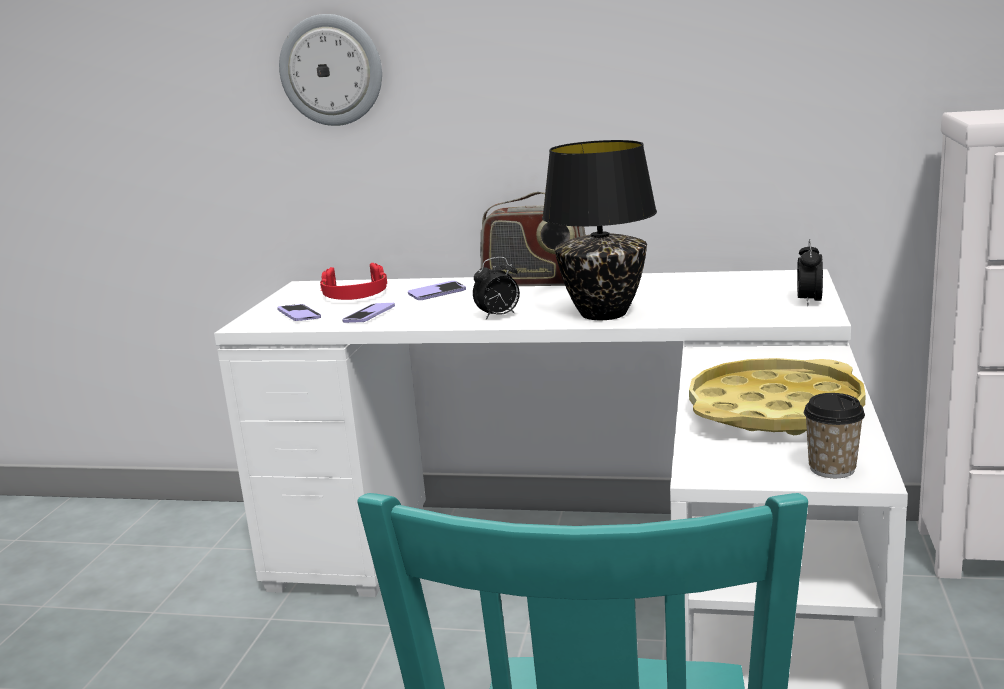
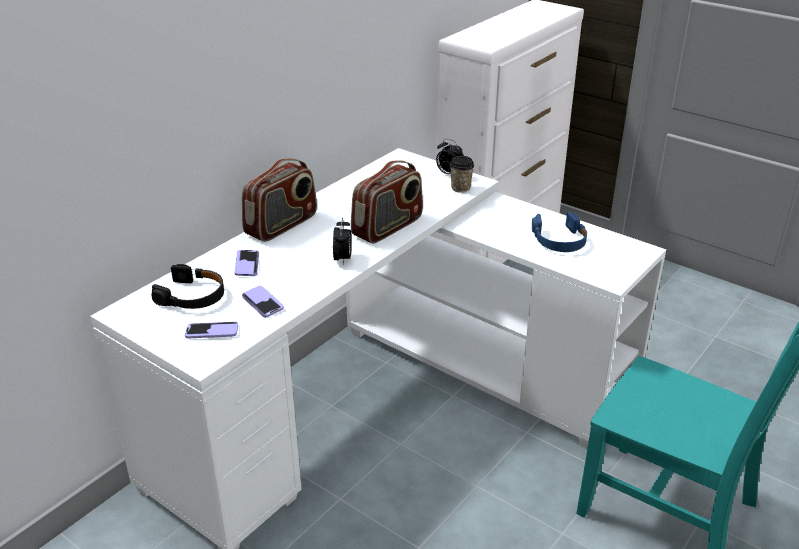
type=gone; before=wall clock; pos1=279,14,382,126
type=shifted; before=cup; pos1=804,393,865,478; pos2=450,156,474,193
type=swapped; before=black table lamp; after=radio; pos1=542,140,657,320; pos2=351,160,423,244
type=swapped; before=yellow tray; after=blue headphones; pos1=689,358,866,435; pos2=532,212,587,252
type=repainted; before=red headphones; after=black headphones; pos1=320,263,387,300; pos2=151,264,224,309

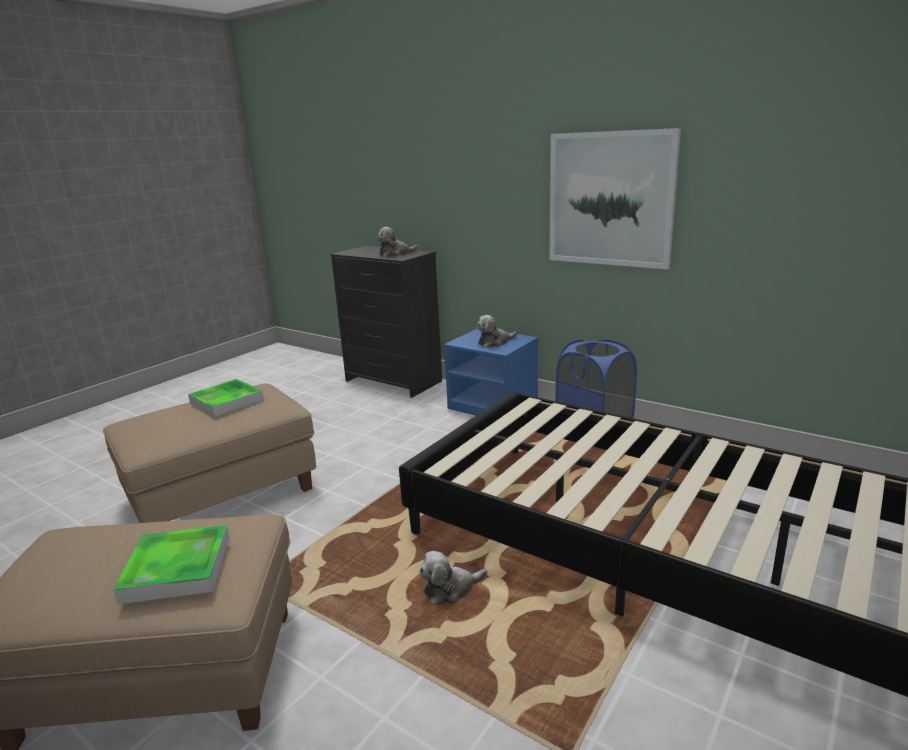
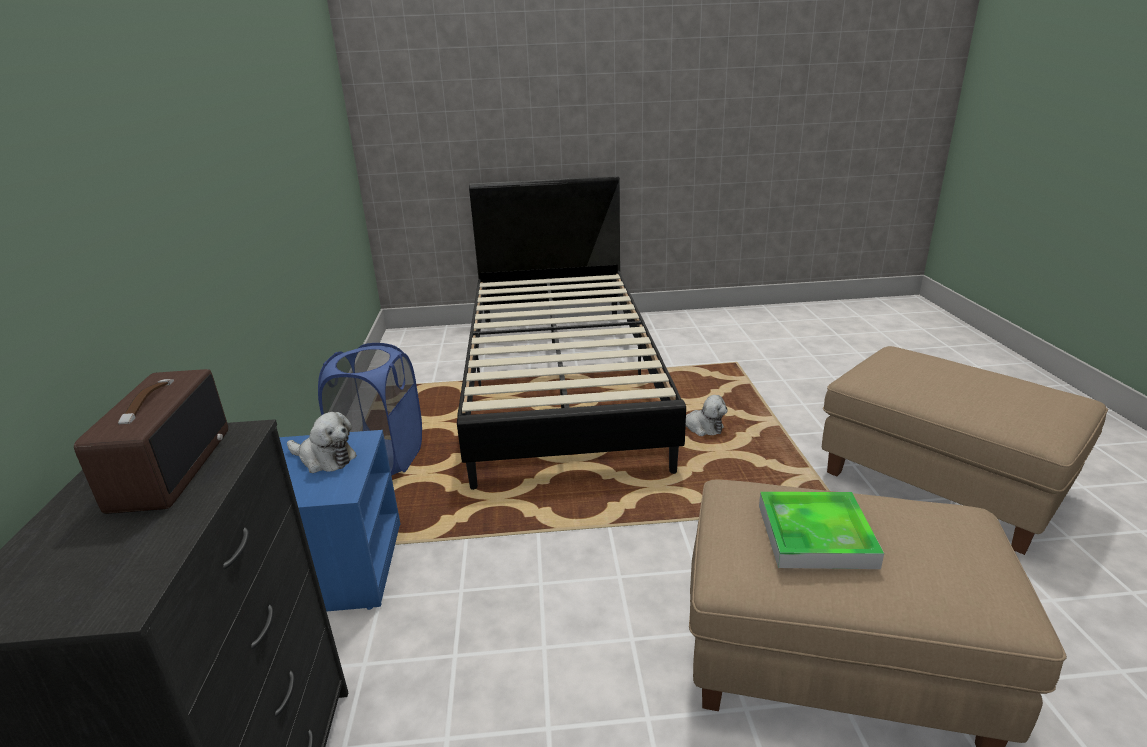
type=gone; before=tray; pos1=113,525,230,604
type=gone; before=picture; pos1=550,128,681,269
type=swapped; before=plush toy; after=radio; pos1=376,227,418,257; pos2=74,369,228,514

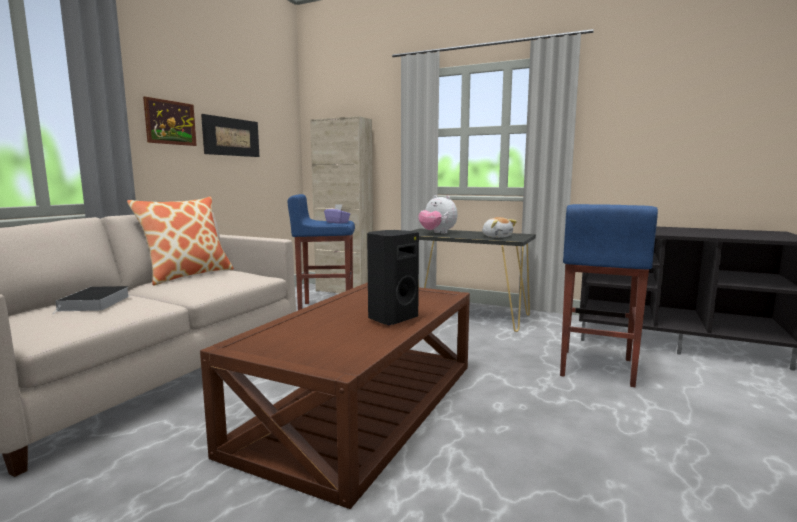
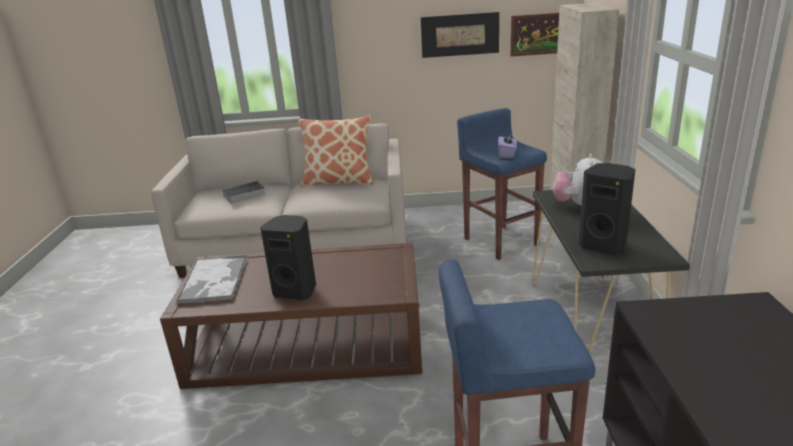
type=new; after=tray; pos2=176,255,248,304
type=shifted; before=picture; pos1=143,96,197,146; pos2=510,13,559,57
type=swapped; before=plush toy; after=black speaker; pos1=482,217,517,238; pos2=579,163,635,256

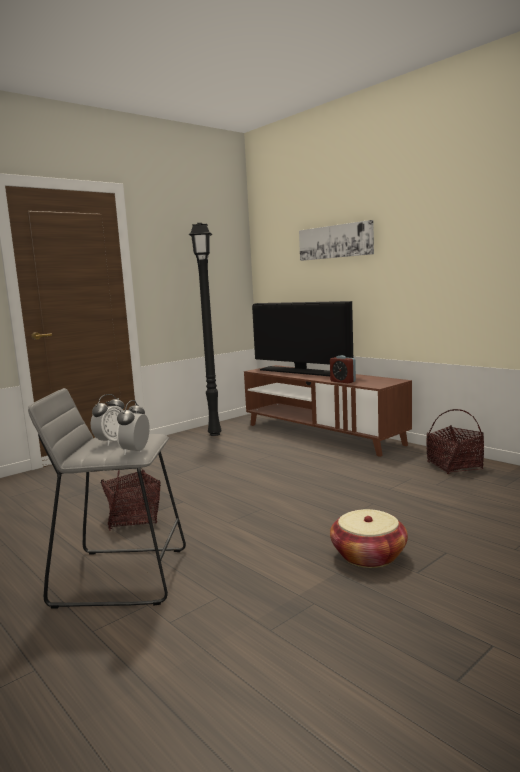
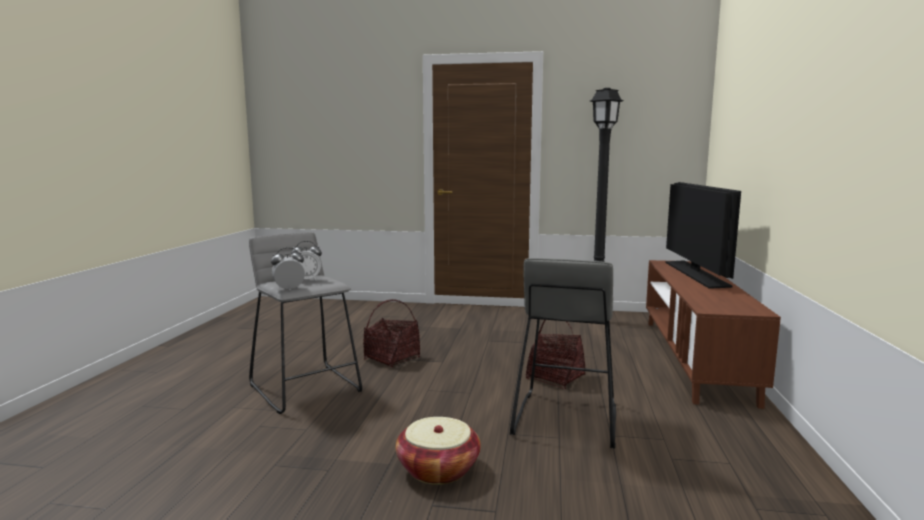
type=gone; before=picture; pos1=299,220,374,261
type=gone; before=alarm clock; pos1=330,355,356,383
type=new; after=grey stool; pos2=510,258,616,449
type=shifted; before=basket; pos1=426,409,484,474; pos2=526,320,585,389

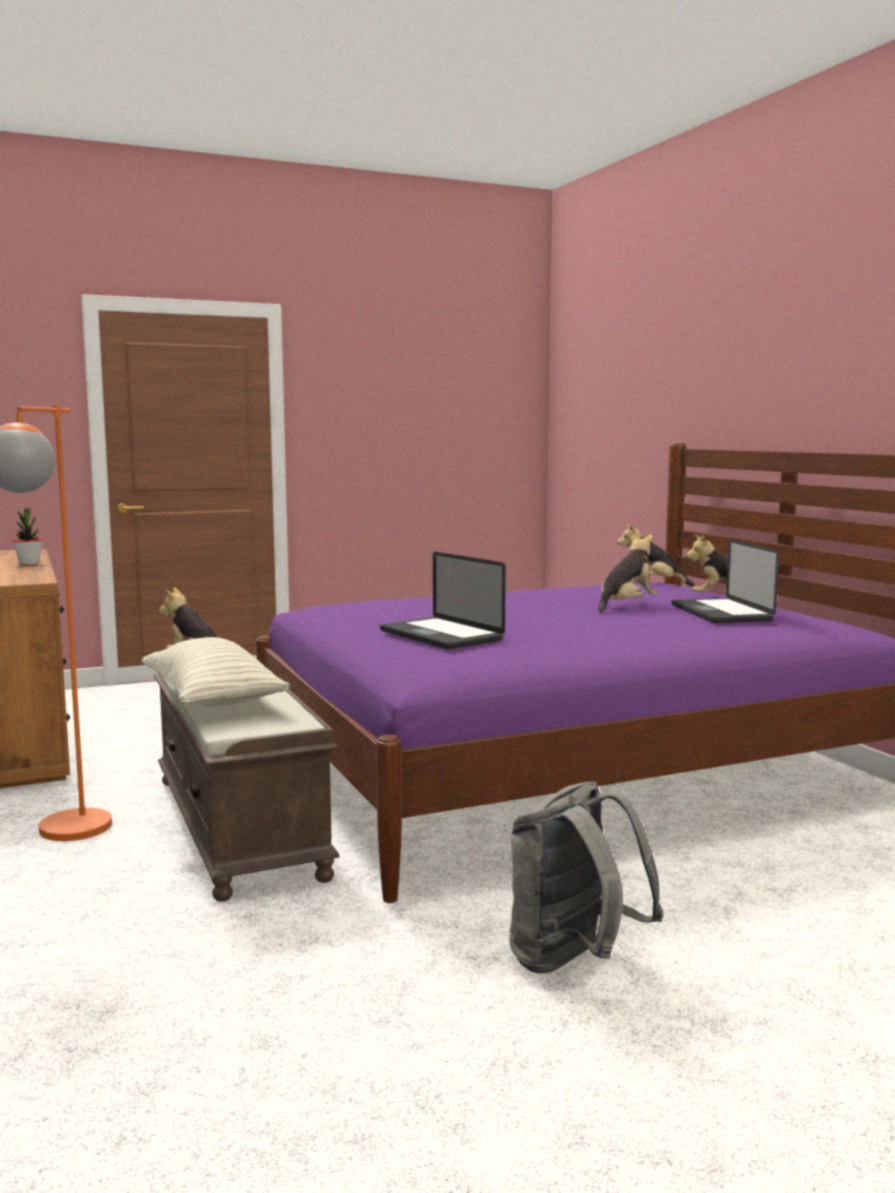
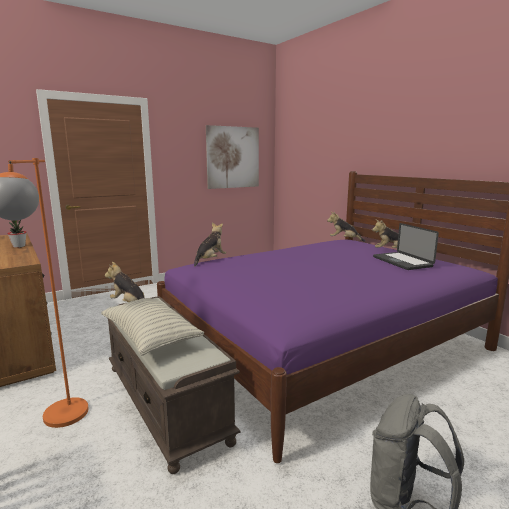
type=gone; before=laptop; pos1=380,552,506,649
type=new; after=picture; pos2=206,125,259,189
type=shifted; before=plush toy; pos1=598,532,657,613; pos2=194,223,226,267

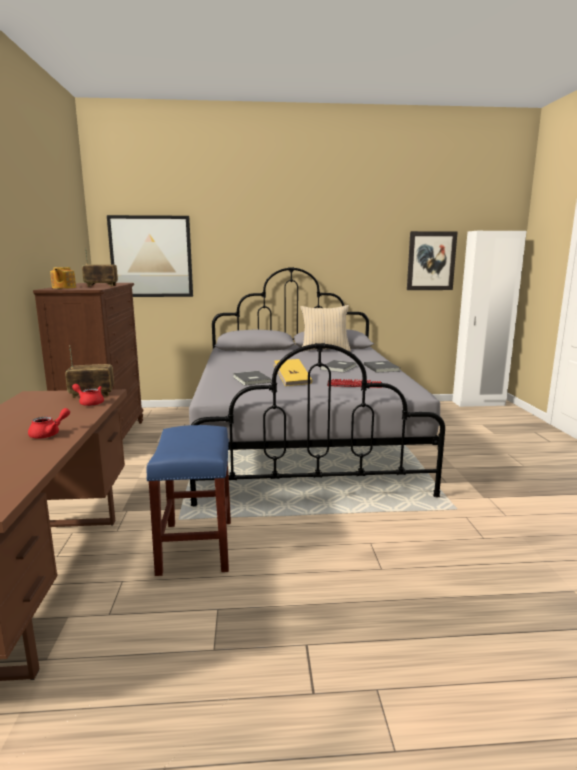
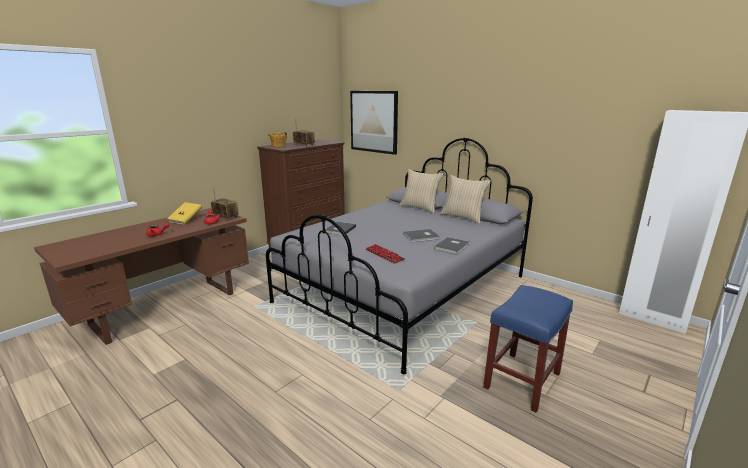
type=gone; before=picture; pos1=407,231,458,290
type=new; after=beige pillow; pos2=399,169,444,214
type=shifted; before=blue stool; pos1=146,425,231,576; pos2=483,285,573,413
type=shifted; before=yellow book; pos1=274,359,312,386; pos2=167,202,202,225

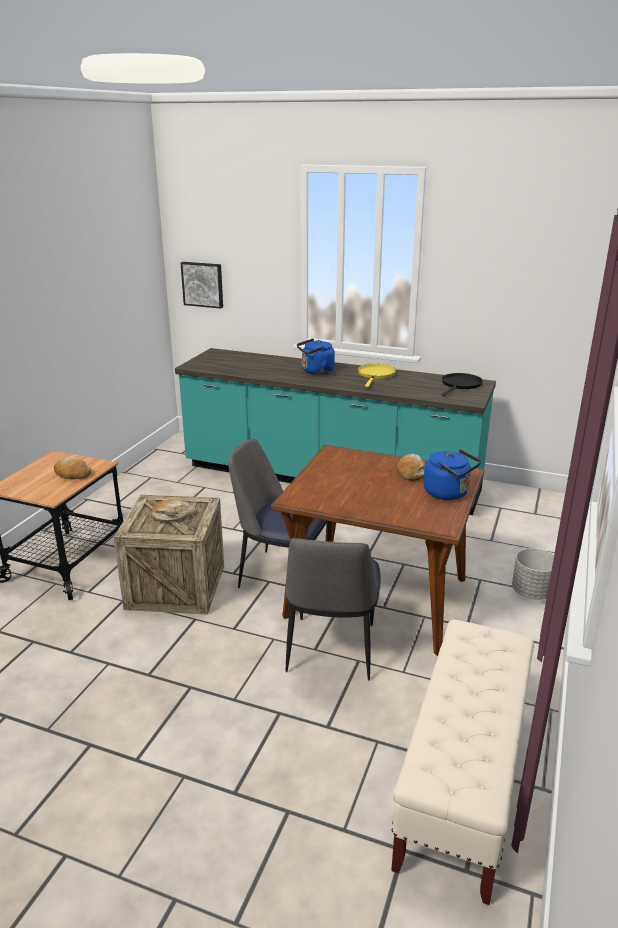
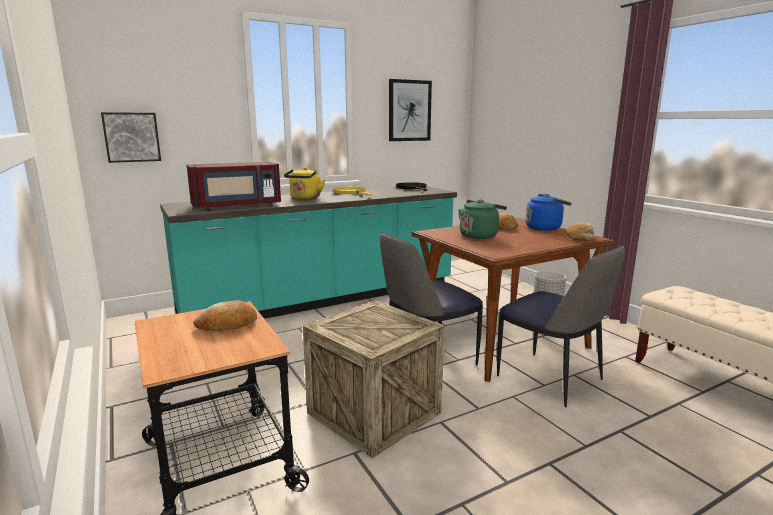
type=new; after=red microwave; pos2=187,162,281,210
type=new; after=picture; pos2=389,79,432,141
type=new; after=green kettle; pos2=458,199,507,239
type=shifted; before=bread; pos1=151,499,196,522; pos2=566,222,595,241
type=repainted; before=blue kettle; after=yellow kettle; pos1=297,339,335,375; pos2=284,168,325,199

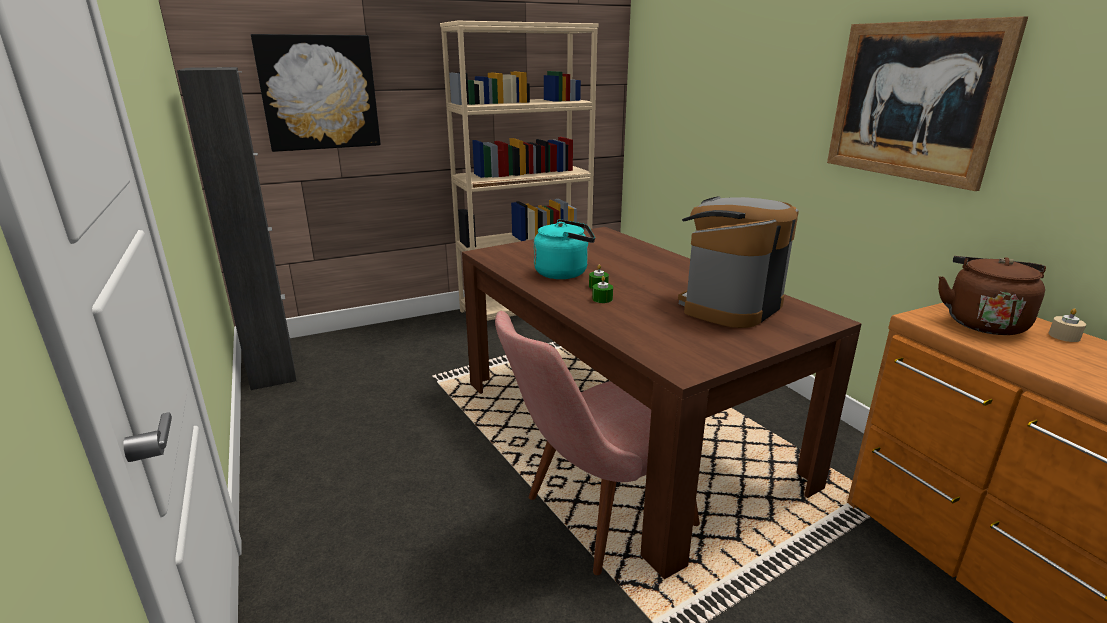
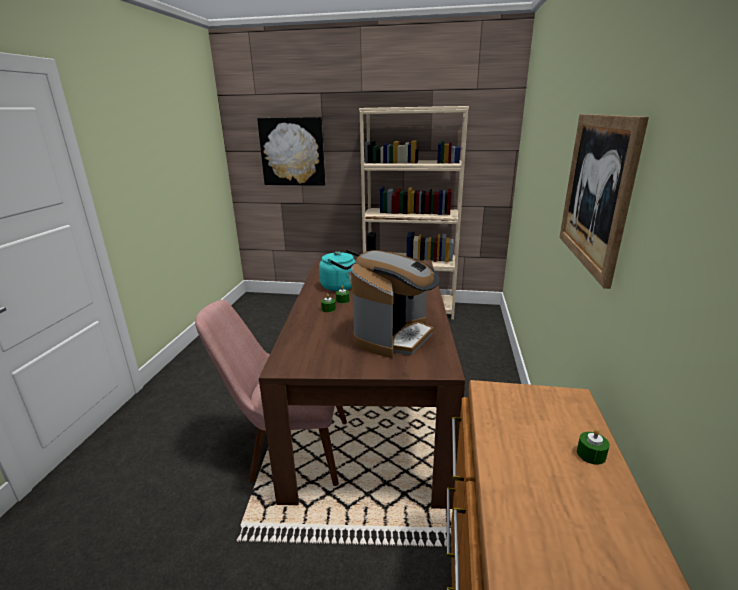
type=gone; before=black cabinet; pos1=177,67,296,390
type=gone; before=brown kettle; pos1=938,256,1046,335
type=repainted; before=beige candle; after=green candle; pos1=1049,308,1086,342; pos2=577,429,610,465
type=rotated; before=coffee machine; pos1=678,196,799,328; pos2=351,250,440,358; turn=135

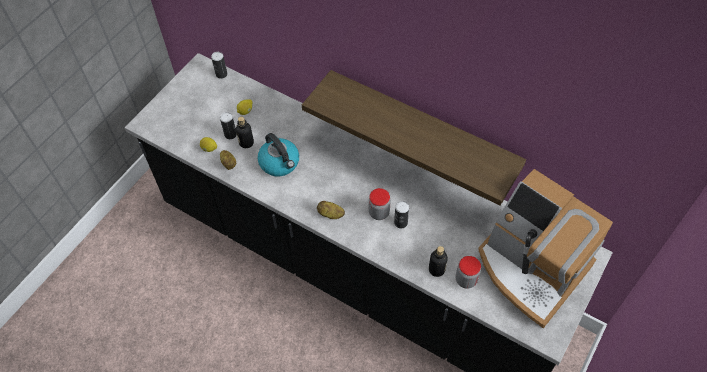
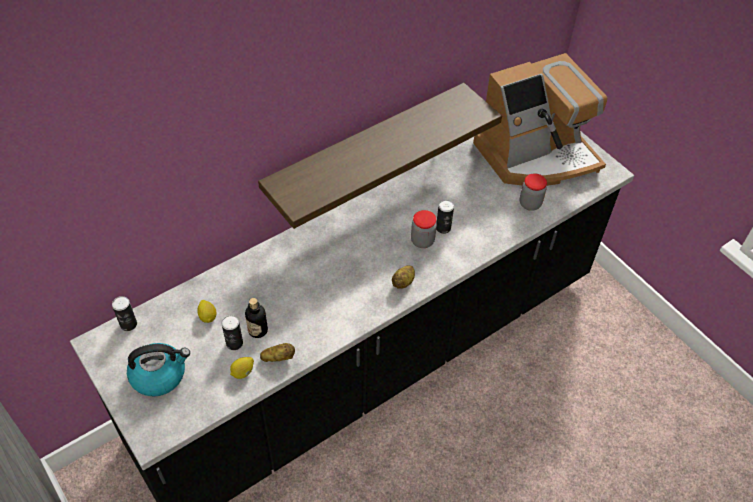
type=gone; before=bottle; pos1=429,246,448,277
type=shifted; before=kettle; pos1=258,133,299,176; pos2=127,343,190,397

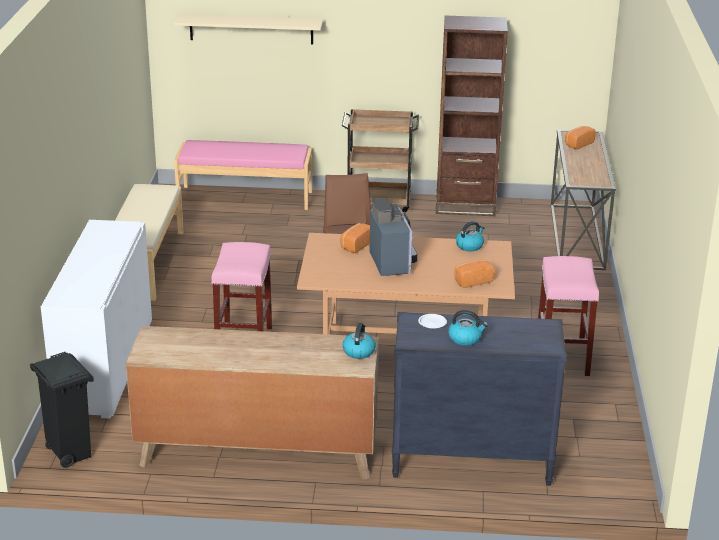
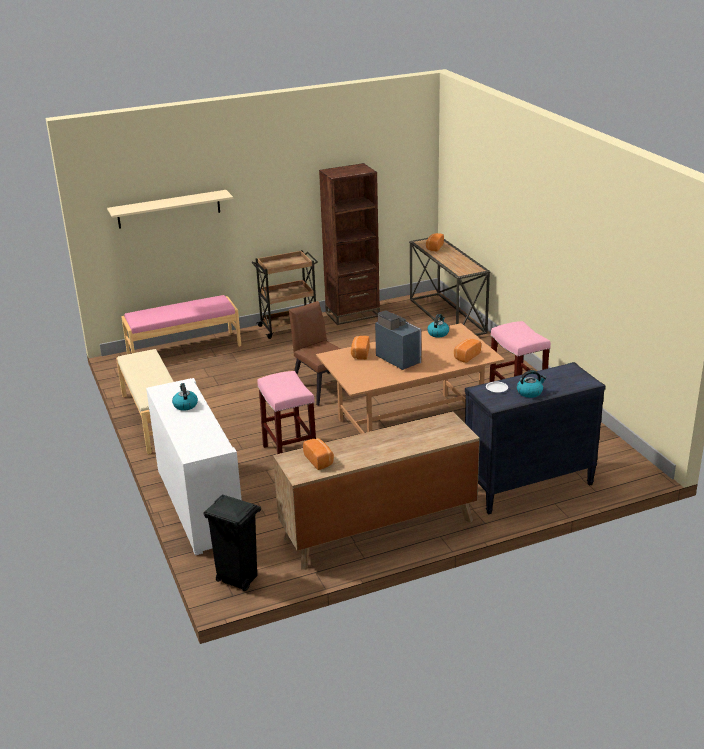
type=new; after=bread; pos2=303,438,334,470
type=shifted; before=kettle; pos1=343,323,376,359; pos2=172,383,198,411

